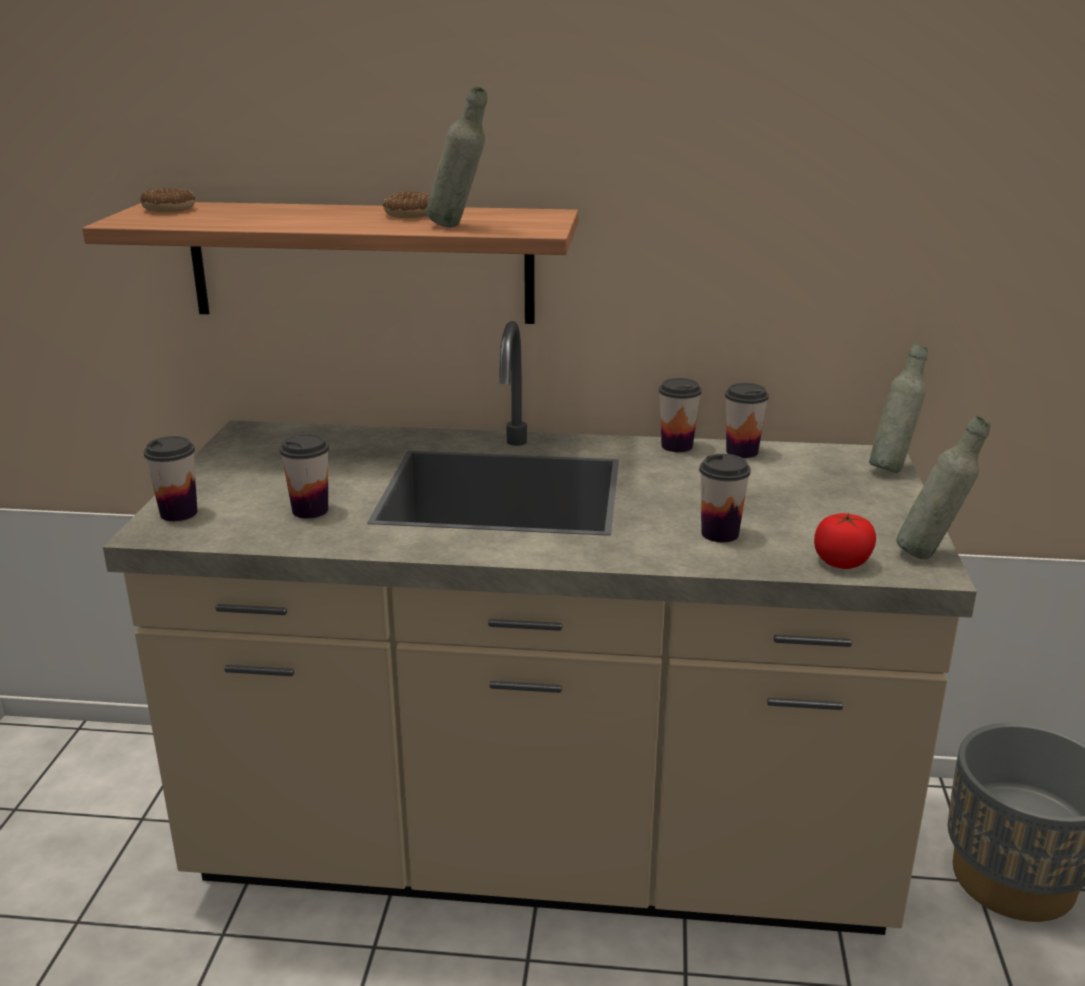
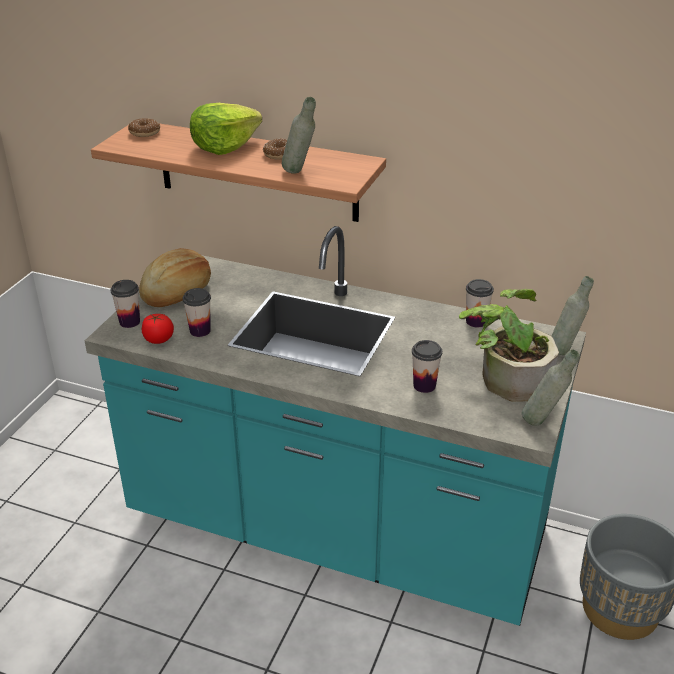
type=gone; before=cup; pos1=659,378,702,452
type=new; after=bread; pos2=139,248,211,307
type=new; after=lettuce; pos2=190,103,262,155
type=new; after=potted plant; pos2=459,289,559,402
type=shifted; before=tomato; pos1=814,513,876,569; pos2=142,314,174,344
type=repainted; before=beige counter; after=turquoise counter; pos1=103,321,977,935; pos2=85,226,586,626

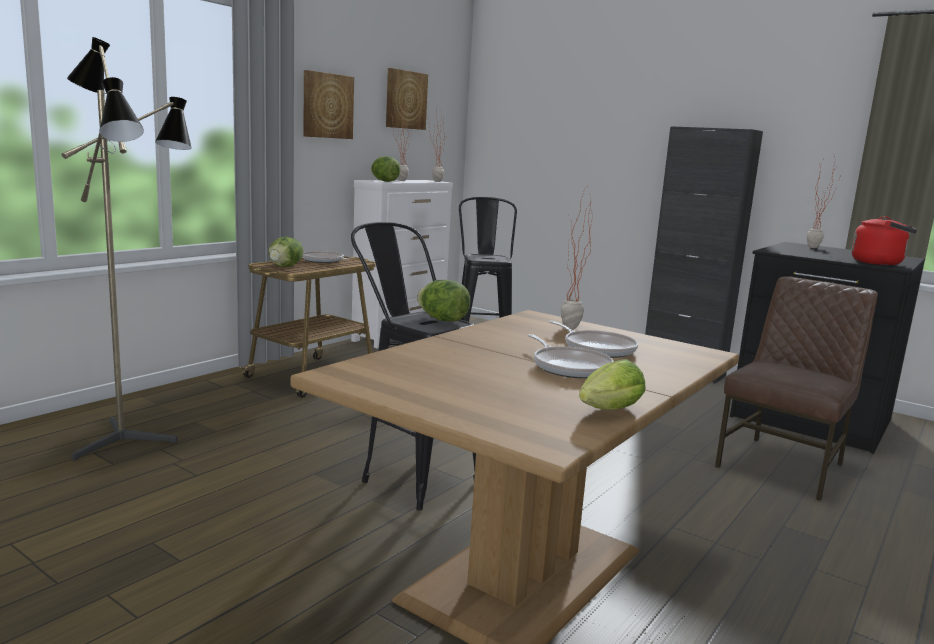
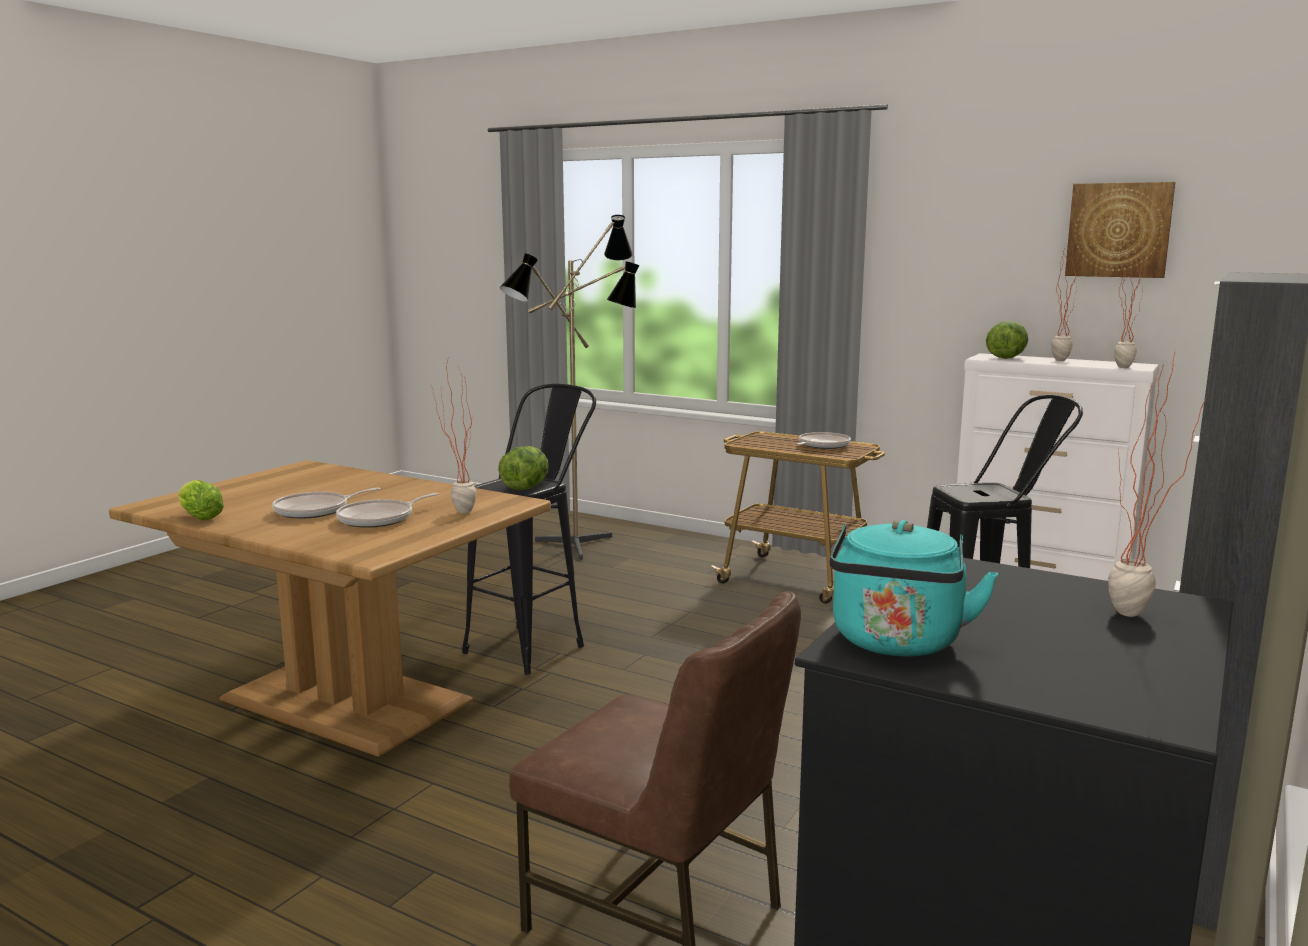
type=gone; before=lettuce; pos1=268,237,303,267
type=gone; before=picture; pos1=303,70,354,139
type=repainted; before=red kettle; after=turquoise kettle; pos1=851,216,917,265; pos2=829,520,998,657

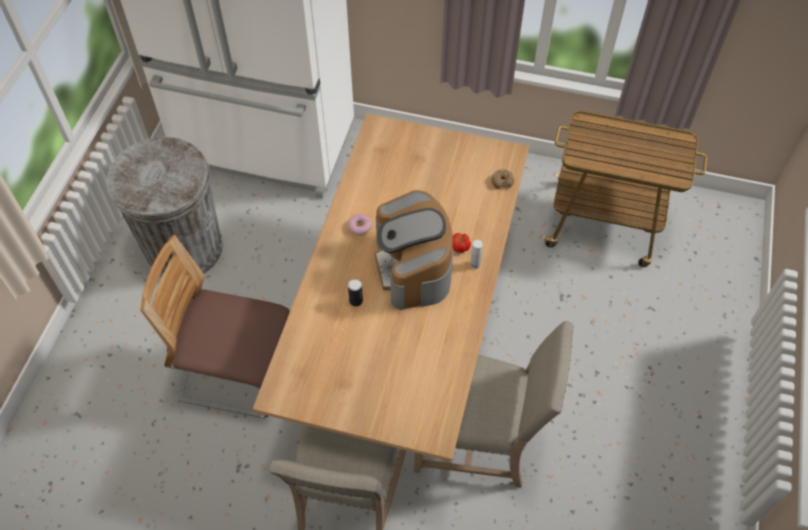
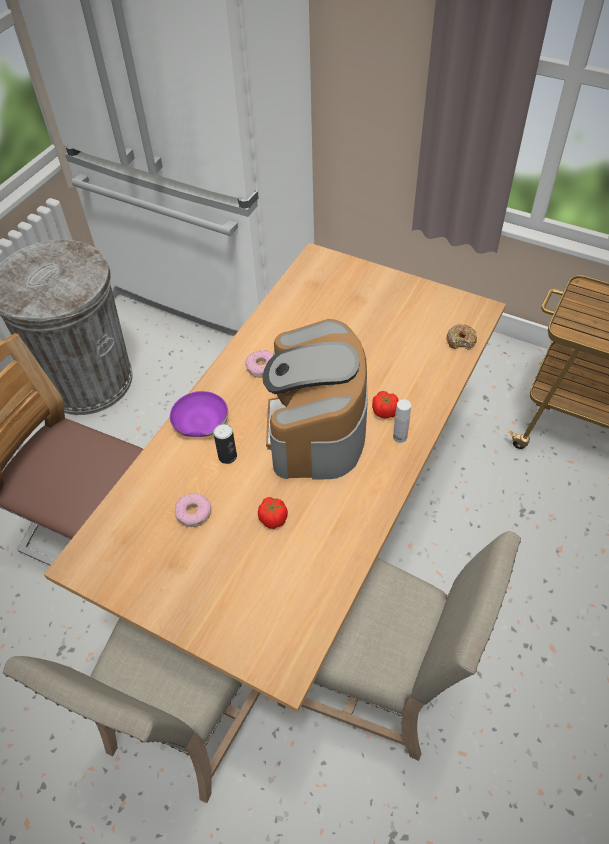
type=new; after=purple bowl; pos2=170,391,228,437
type=new; after=donut; pos2=175,493,211,527
type=new; after=tomato; pos2=258,497,288,529

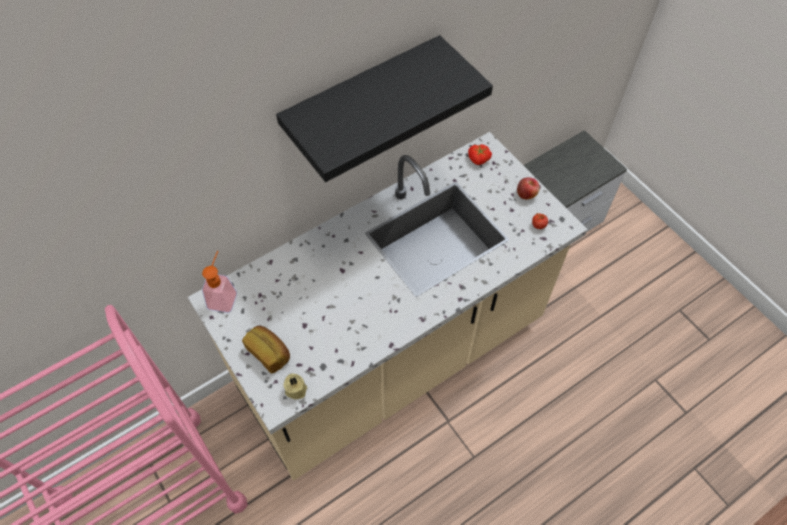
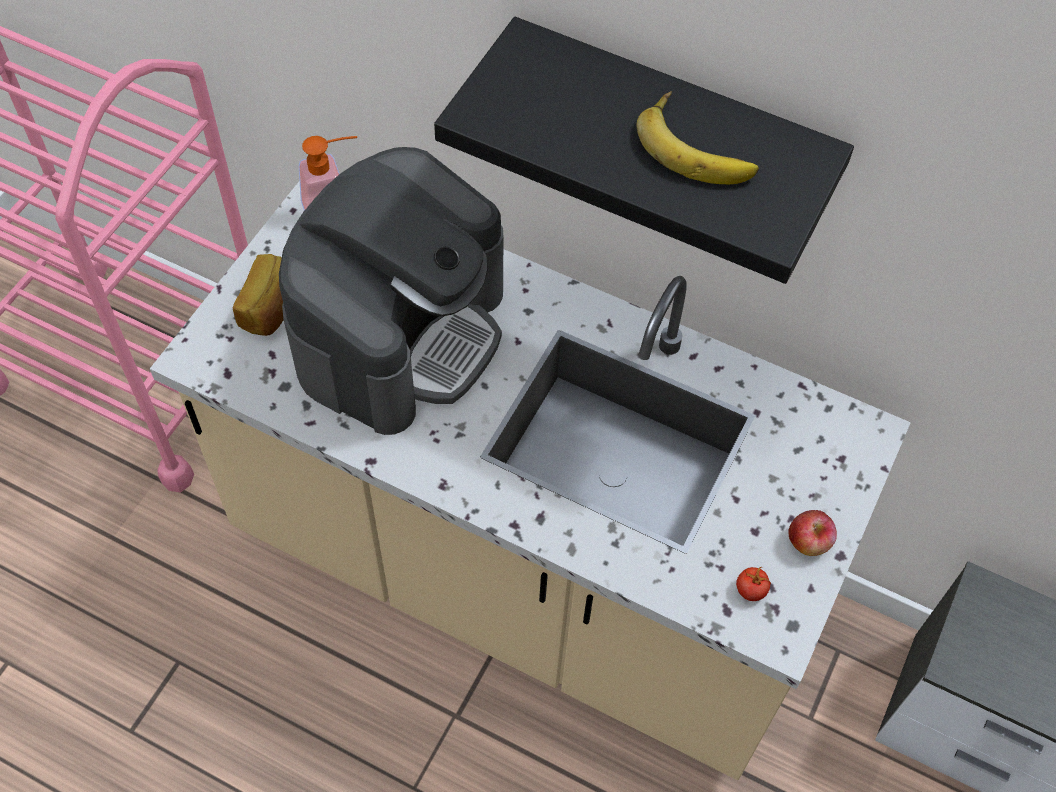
type=gone; before=beige candle; pos1=283,374,307,399
type=gone; before=tomato; pos1=468,144,492,165
type=new; after=coffee machine; pos2=279,147,503,435
type=new; after=banana; pos2=636,91,759,185

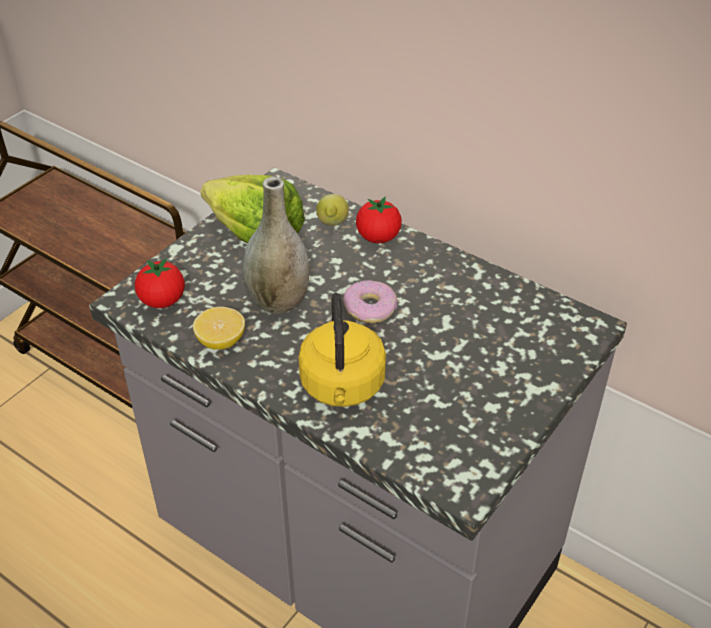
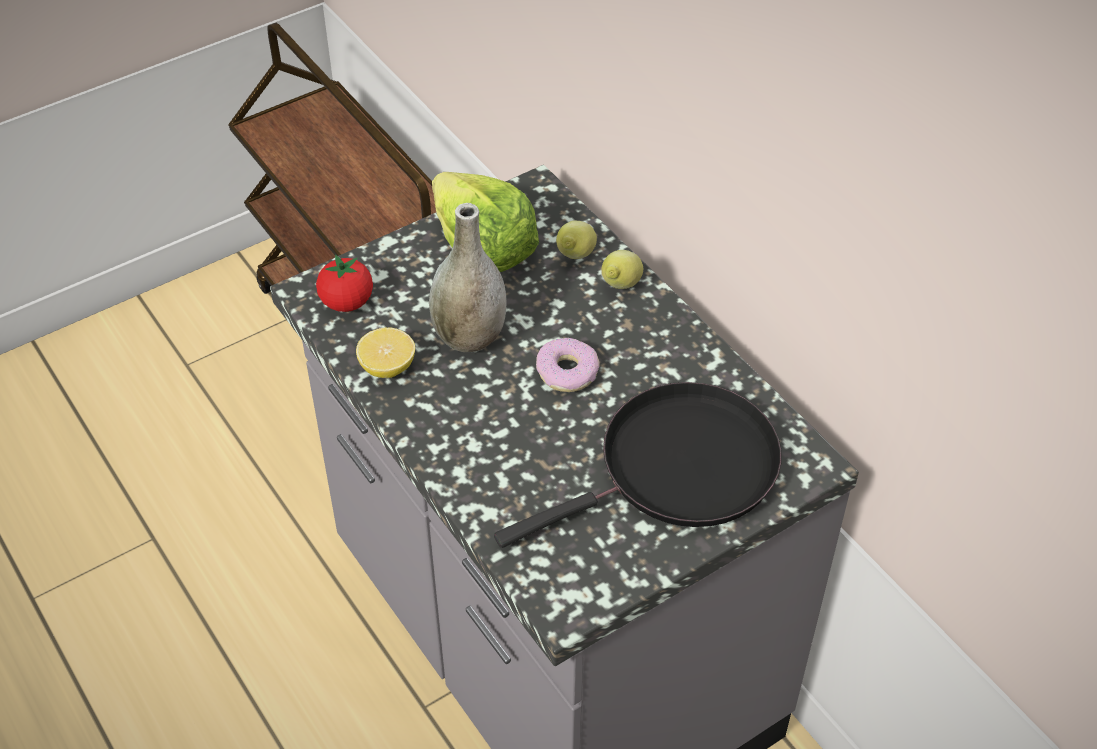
type=gone; before=yellow kettle; pos1=299,293,386,407
type=new; after=black frying pan; pos2=494,382,782,548
type=swapped; before=tomato; after=lemon; pos1=356,197,402,243; pos2=602,250,643,289

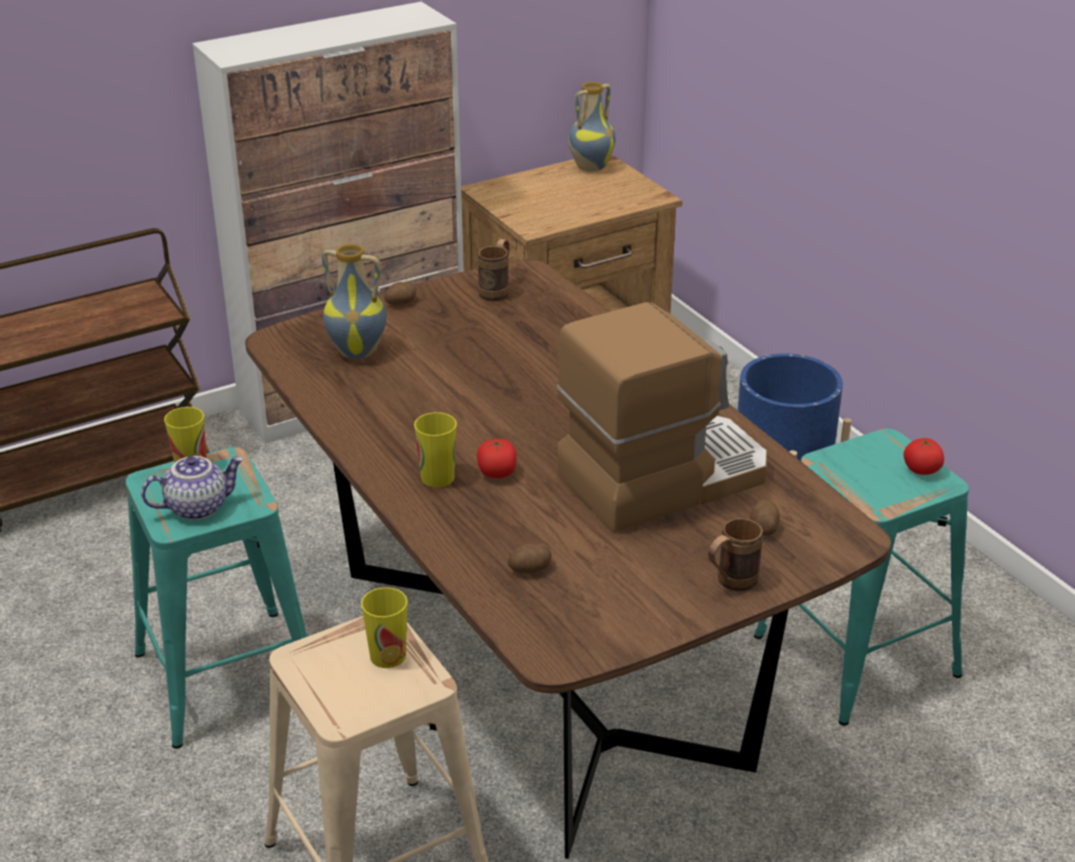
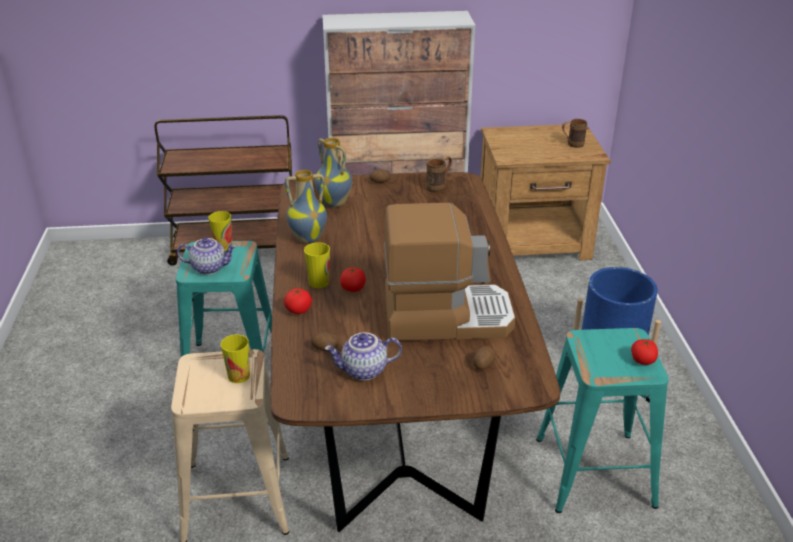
type=new; after=tomato; pos2=284,288,312,314
type=new; after=teapot; pos2=324,333,402,380
type=shifted; before=vase; pos1=568,82,616,172; pos2=285,170,327,243
type=shifted; before=brown mug; pos1=708,518,764,592; pos2=562,119,587,148

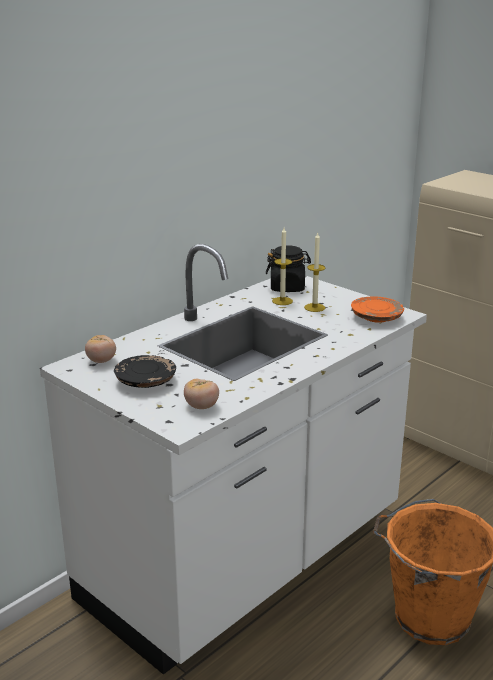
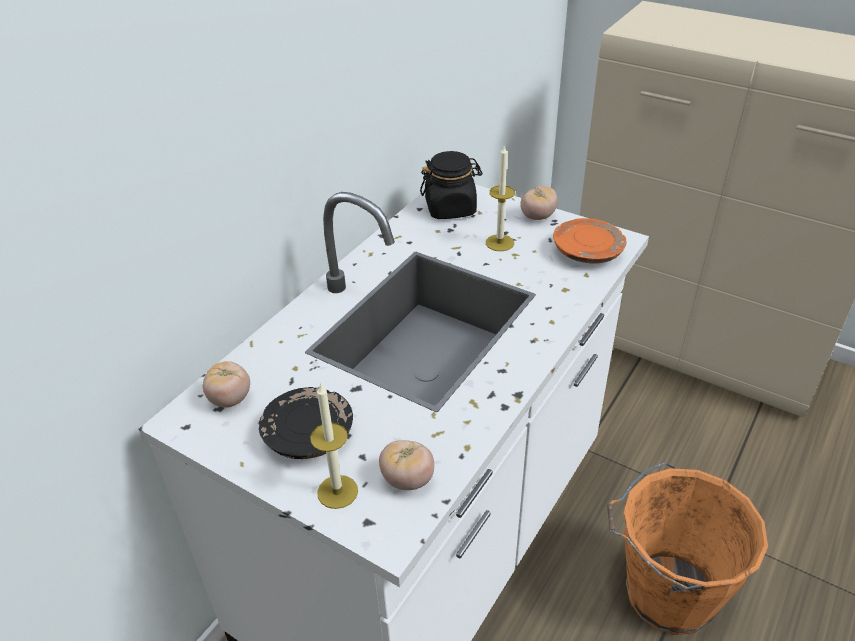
type=new; after=tomato; pos2=520,186,558,220
type=shifted; before=candle; pos1=272,228,293,305; pos2=310,383,358,509

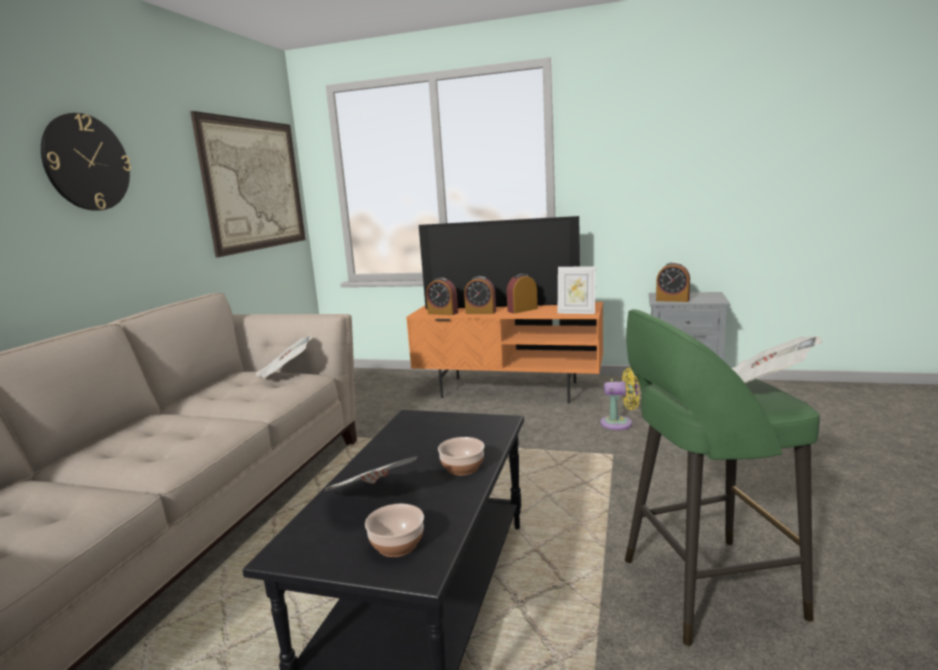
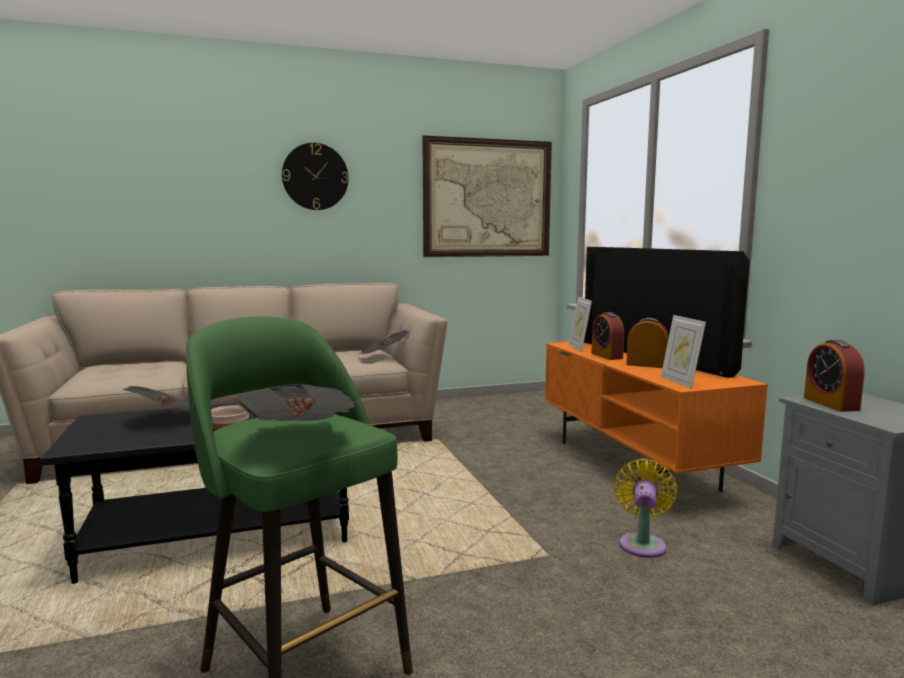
type=gone; before=bowl; pos1=365,504,424,557
type=swapped; before=alarm clock; after=picture frame; pos1=426,277,458,315; pos2=569,297,592,352
type=rotated; before=yellow fan; pos1=600,367,640,430; pos2=614,459,678,558; turn=-135

